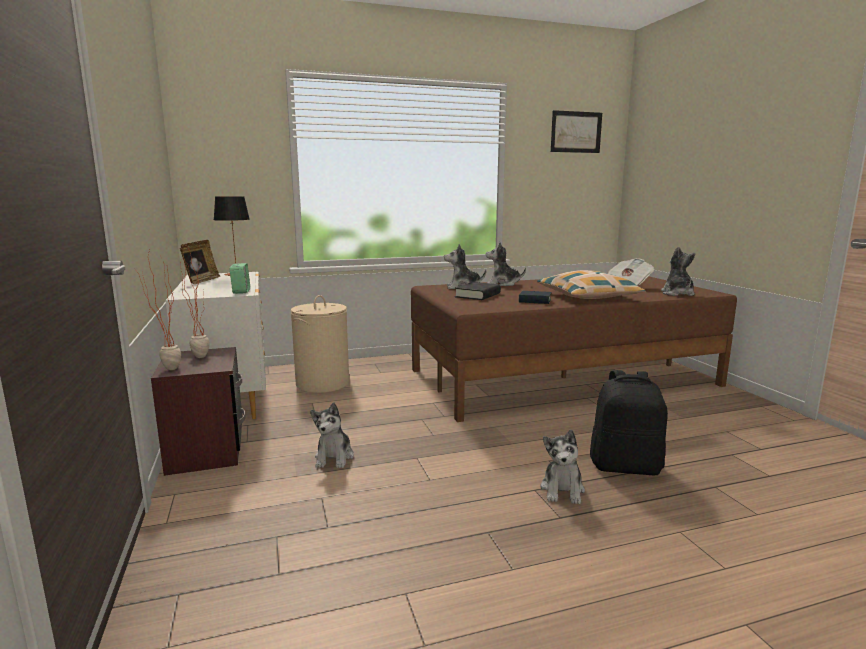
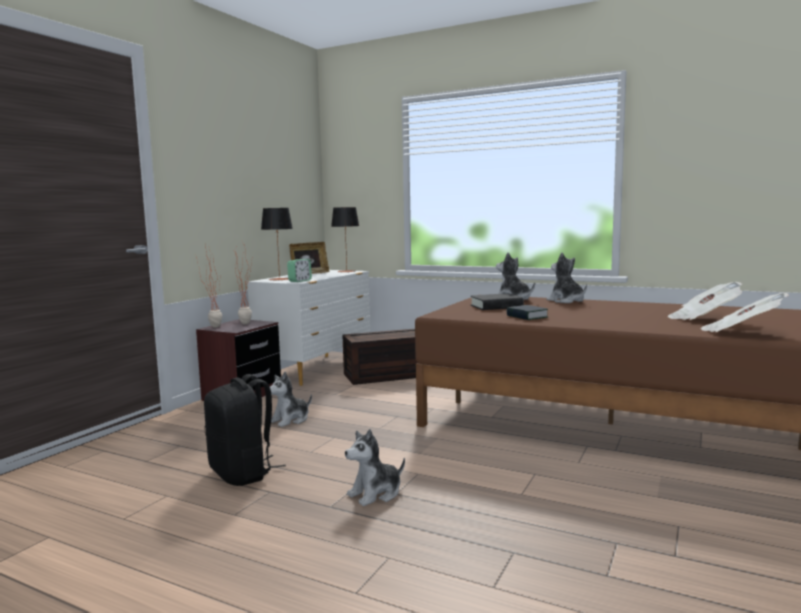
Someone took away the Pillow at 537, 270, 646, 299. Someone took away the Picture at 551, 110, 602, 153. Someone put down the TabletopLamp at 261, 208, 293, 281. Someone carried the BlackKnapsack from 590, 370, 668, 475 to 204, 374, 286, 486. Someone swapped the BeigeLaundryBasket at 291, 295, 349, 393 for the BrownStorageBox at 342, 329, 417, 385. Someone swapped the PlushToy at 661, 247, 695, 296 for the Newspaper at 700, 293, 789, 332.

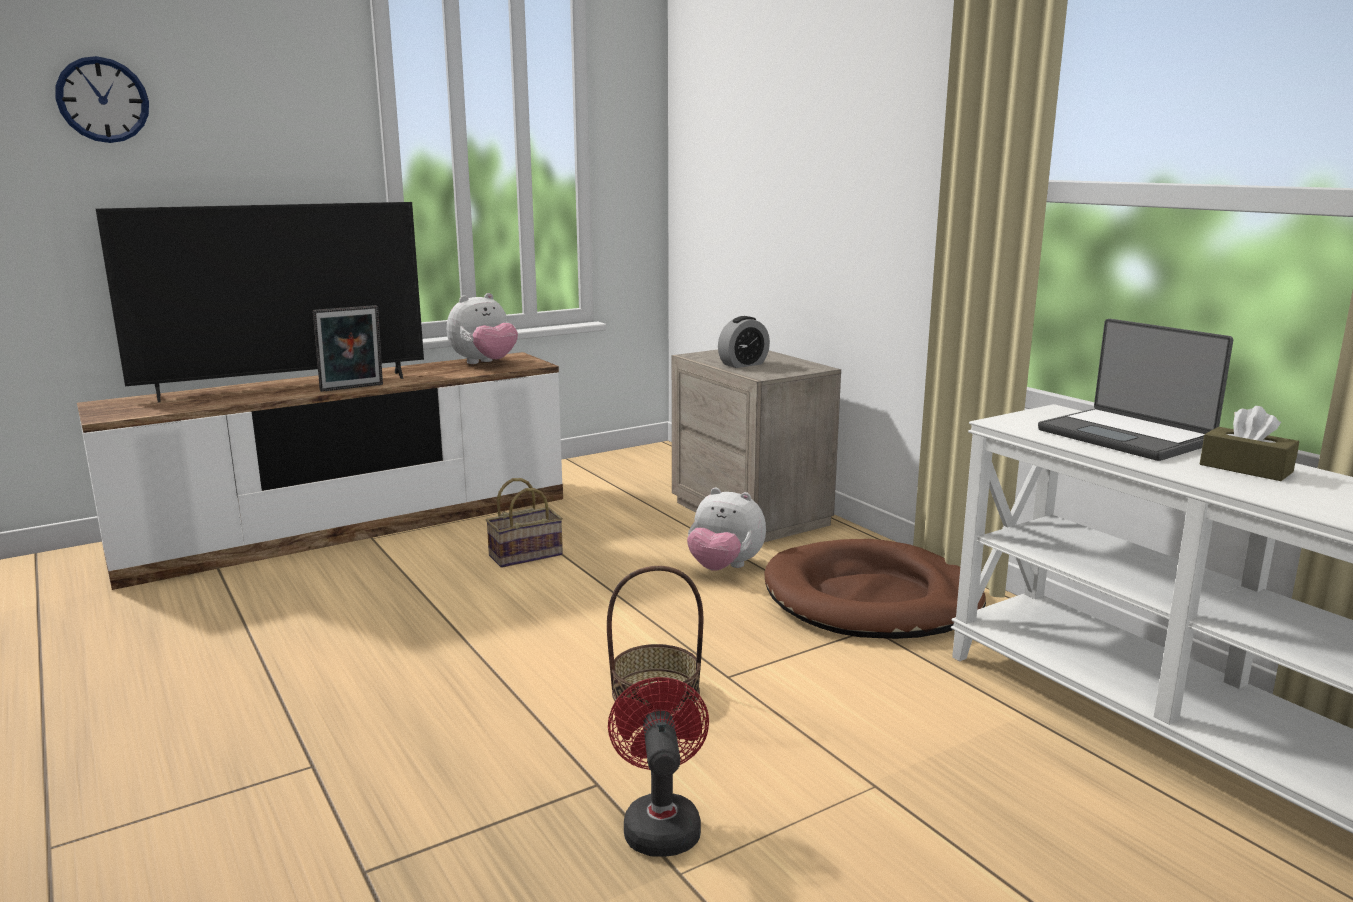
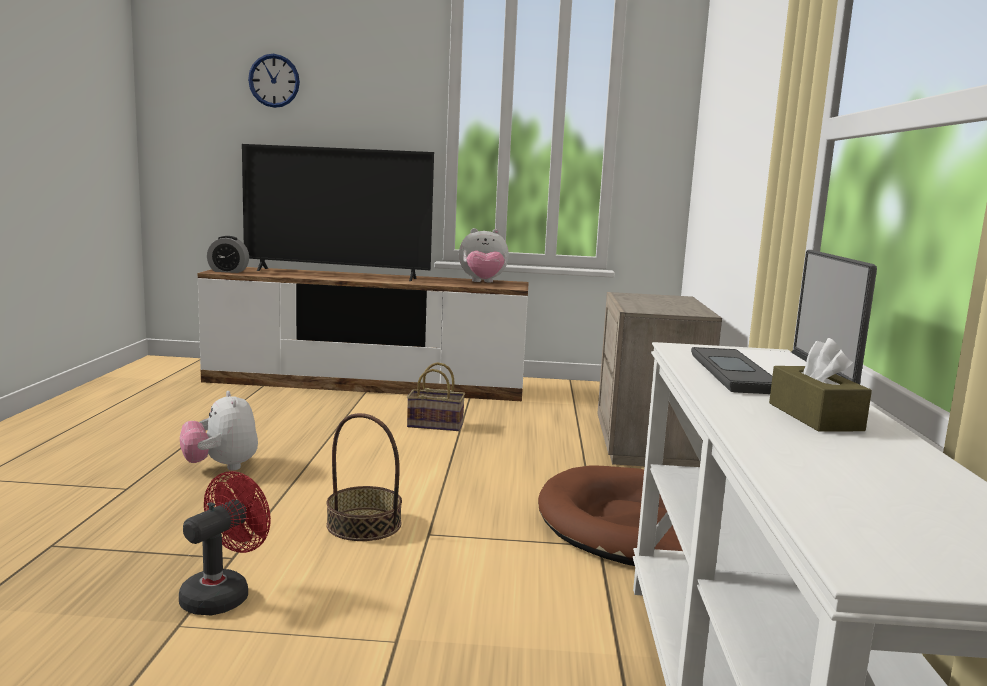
Someone took away the StandingFrame at 313, 305, 383, 392. Someone carried the PlushToy from 687, 487, 766, 571 to 180, 391, 258, 470. Someone carried the BedsideClock from 718, 316, 770, 368 to 207, 236, 249, 273.

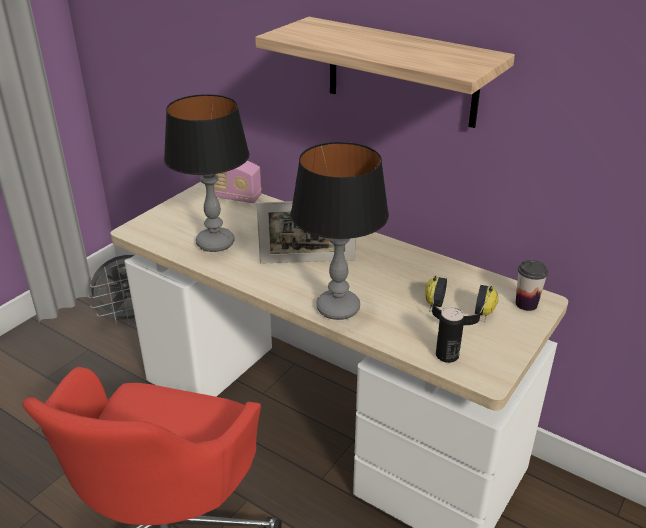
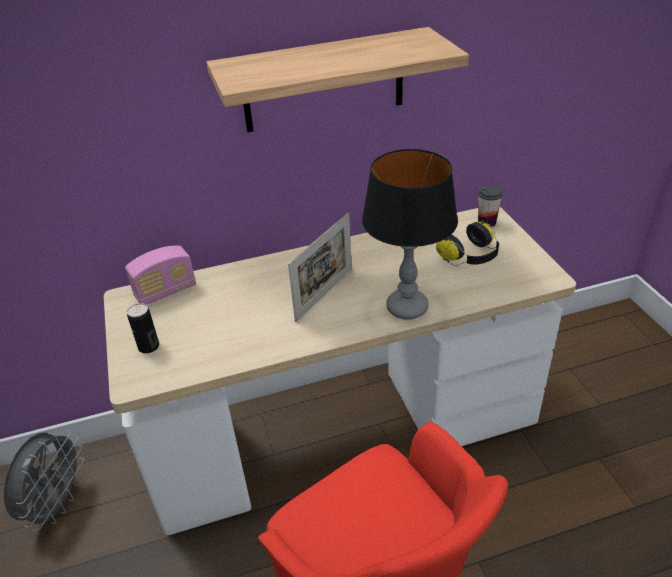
Someone took away the TabletopLamp at 164, 94, 250, 252. Someone carried the MetalCan from 436, 307, 464, 363 to 127, 303, 159, 353.

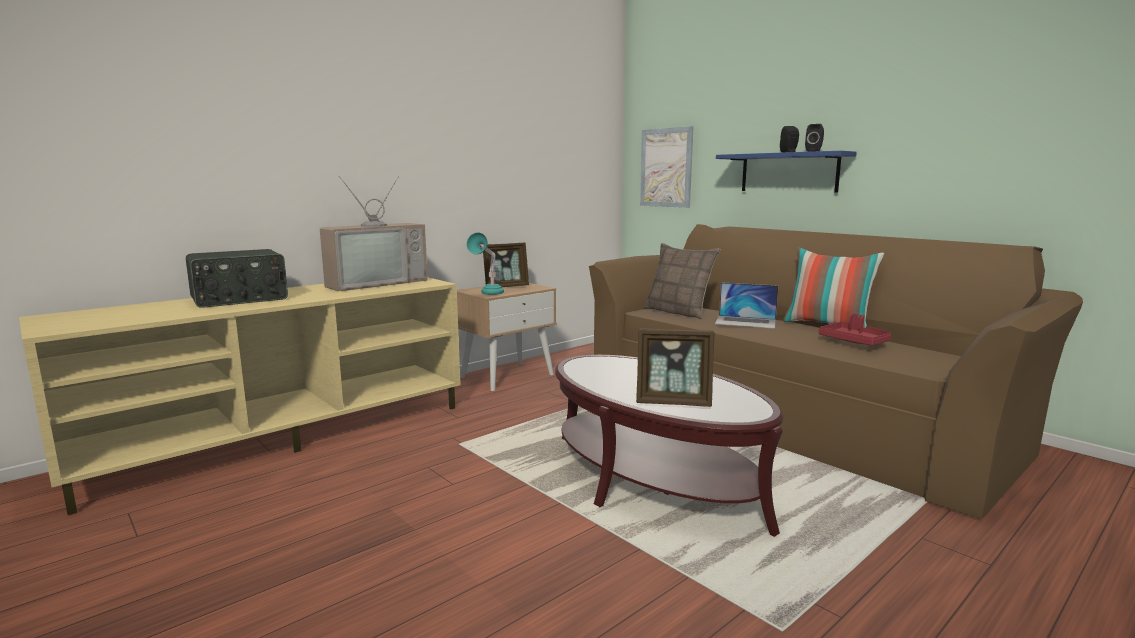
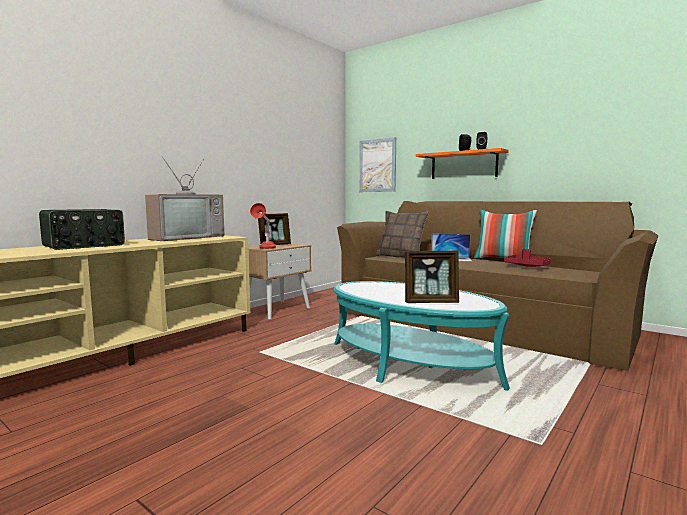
Someone repainted the BlueGreenTabletopLamp at 467, 233, 504, 295, which became the RedColouredTabletopLamp at 250, 203, 276, 249. Someone repainted the BrownCoffeeTable at 555, 355, 784, 537, which became the BlueGreenCoffeeTable at 334, 281, 510, 391. Someone repainted the BluishShelf at 716, 151, 857, 193, which became the OrangeColouredShelf at 415, 148, 509, 179.

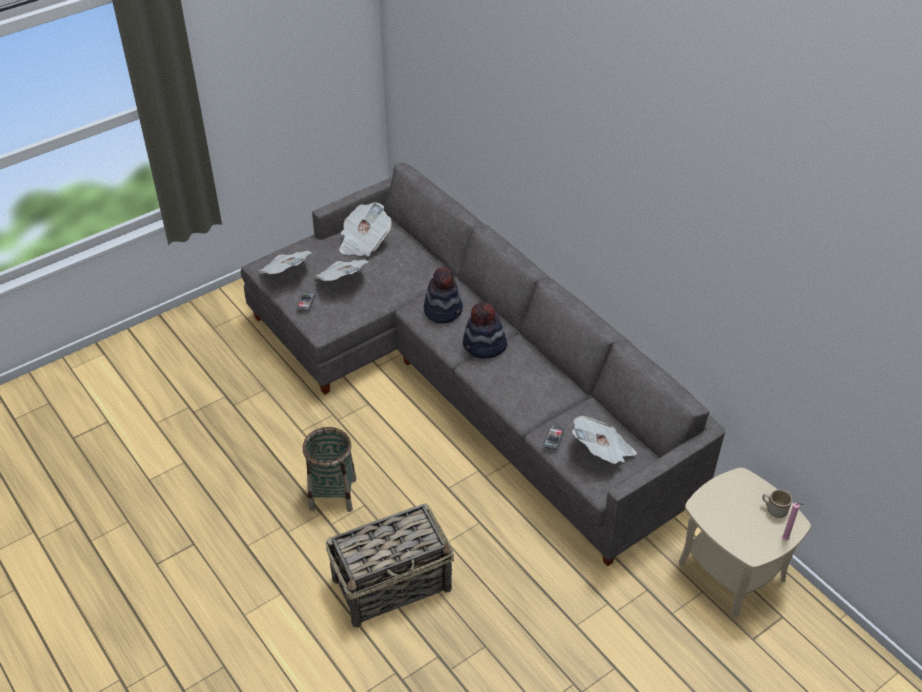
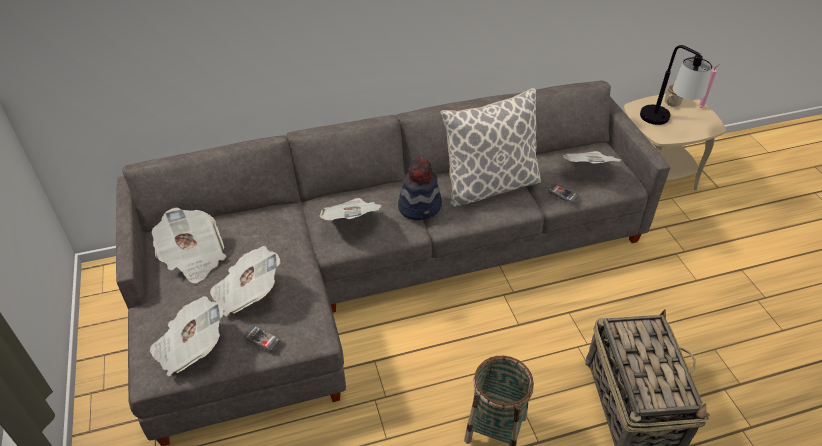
Someone put down the Pillow at 441, 88, 541, 207. Someone put down the TabletopLamp at 640, 45, 713, 125. Someone swapped the ClothingHat at 424, 267, 463, 323 for the Newspaper at 319, 198, 382, 220.

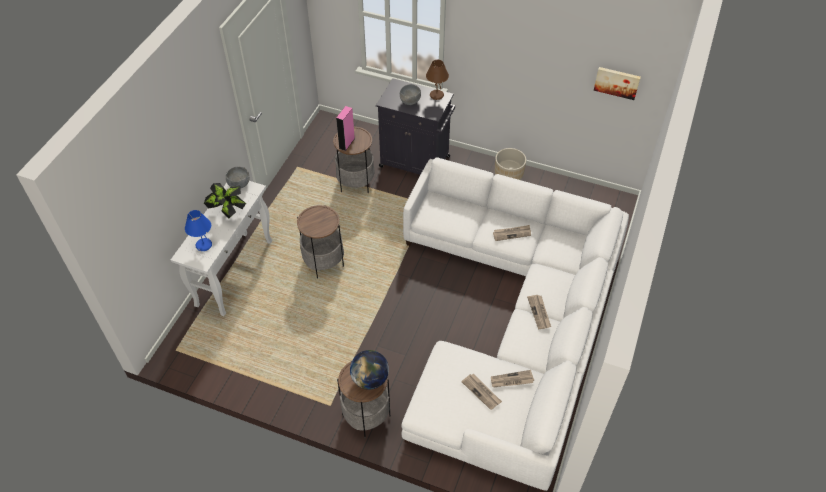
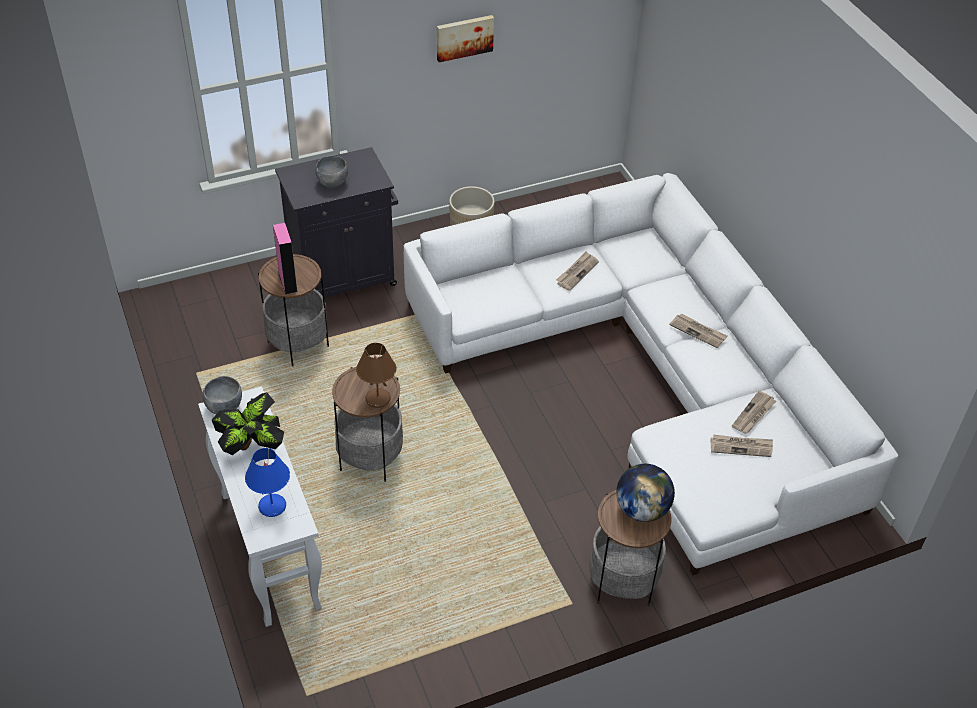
Someone carried the BrownTabletopLamp from 426, 60, 449, 100 to 356, 343, 396, 408. Someone carried the Picture from 594, 67, 641, 100 to 437, 15, 494, 62.

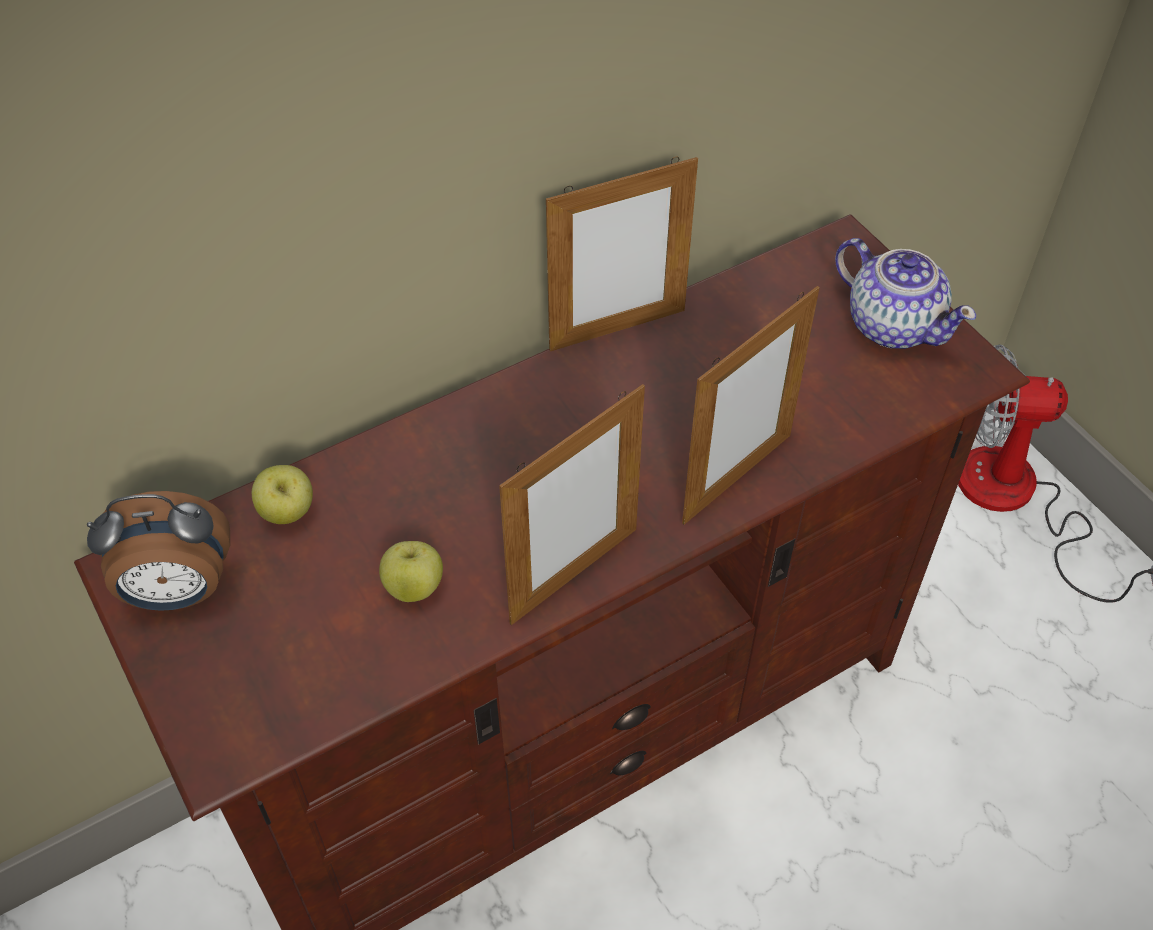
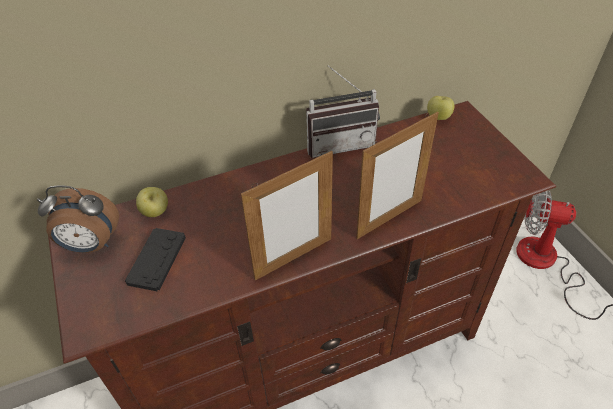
Someone took away the PotForTea at 835, 238, 976, 349. Someone put down the BlackGamepad at 125, 228, 186, 291. Someone carried the Apple from 379, 541, 443, 602 to 427, 96, 454, 120. Someone swapped the StandingFrame at 546, 157, 698, 351 for the RadioSet at 306, 66, 380, 158.

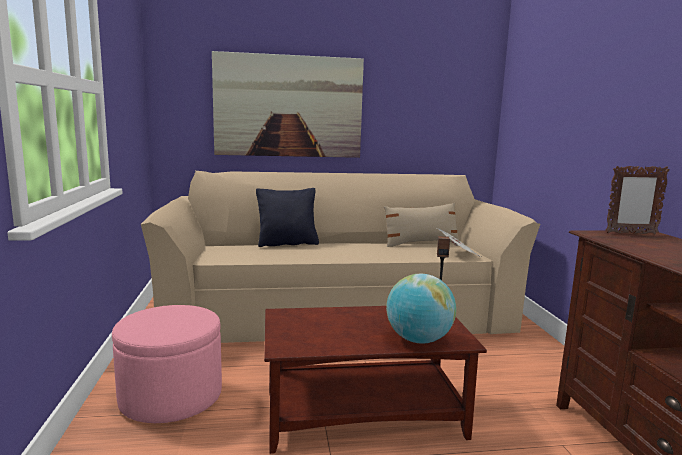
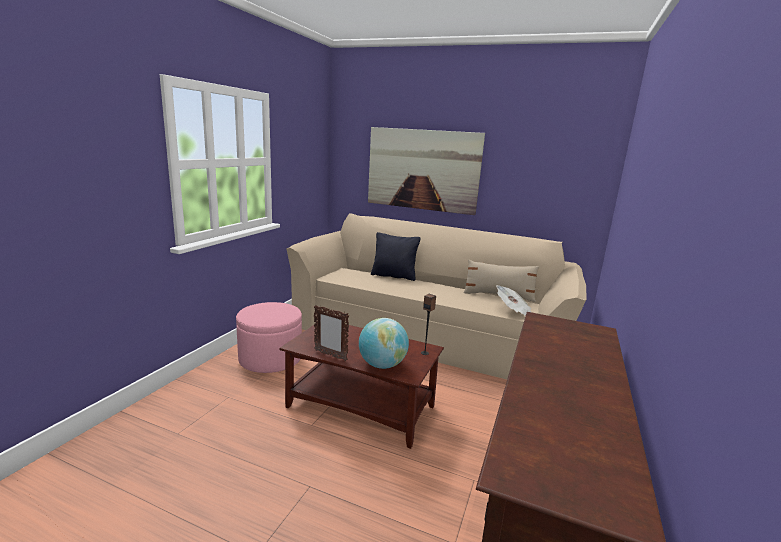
Someone carried the StandingFrame from 606, 166, 670, 234 to 314, 305, 349, 361.

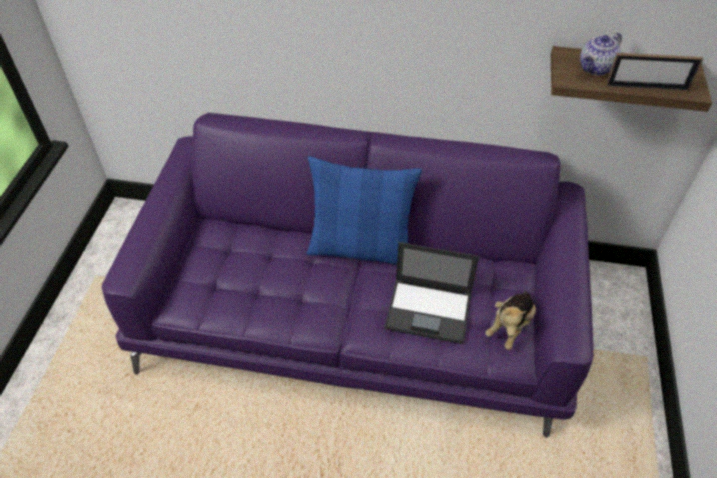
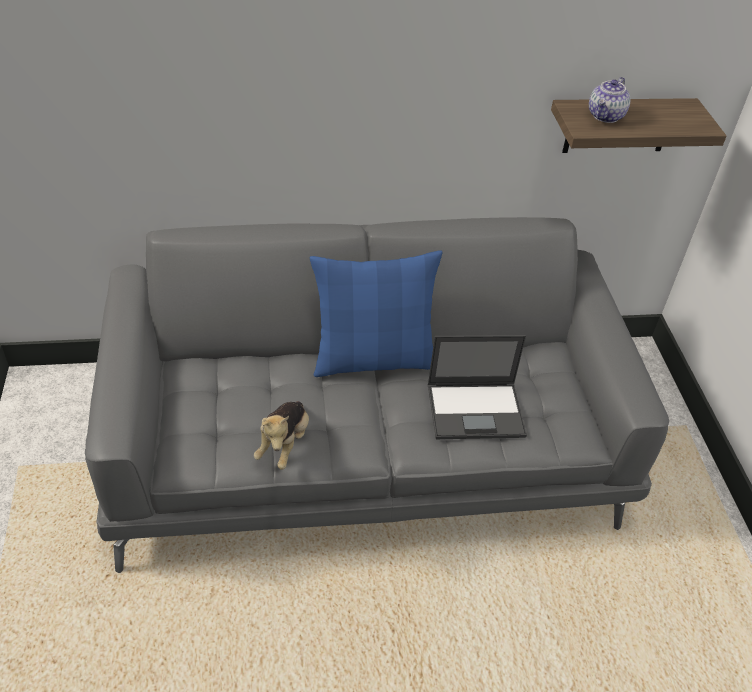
Someone took away the StandingFrame at 606, 53, 703, 91. Someone carried the PlushToy from 485, 291, 536, 350 to 254, 401, 309, 469. Someone repainted the PurpleColouredSofa at 102, 113, 594, 438, which became the GreyishSofa at 85, 217, 669, 573.

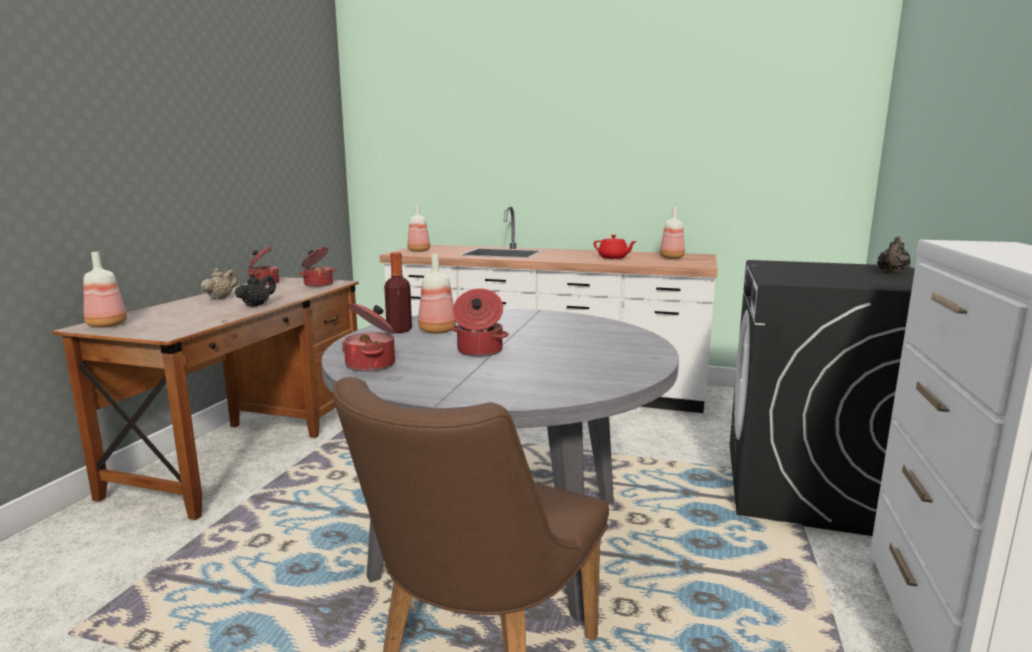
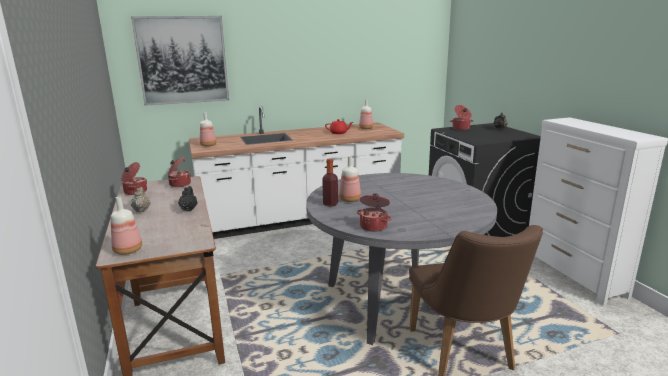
Someone put up the Picture at 131, 16, 229, 106. Someone carried the Saucepot from 451, 289, 509, 357 to 450, 105, 474, 130.

